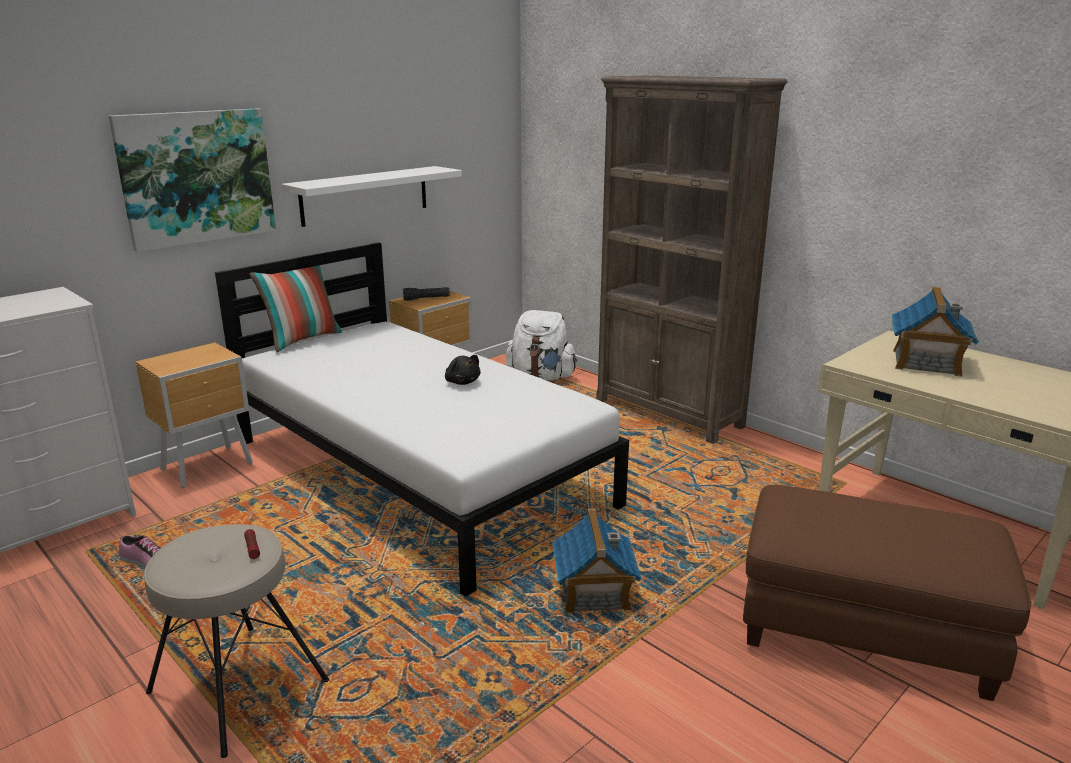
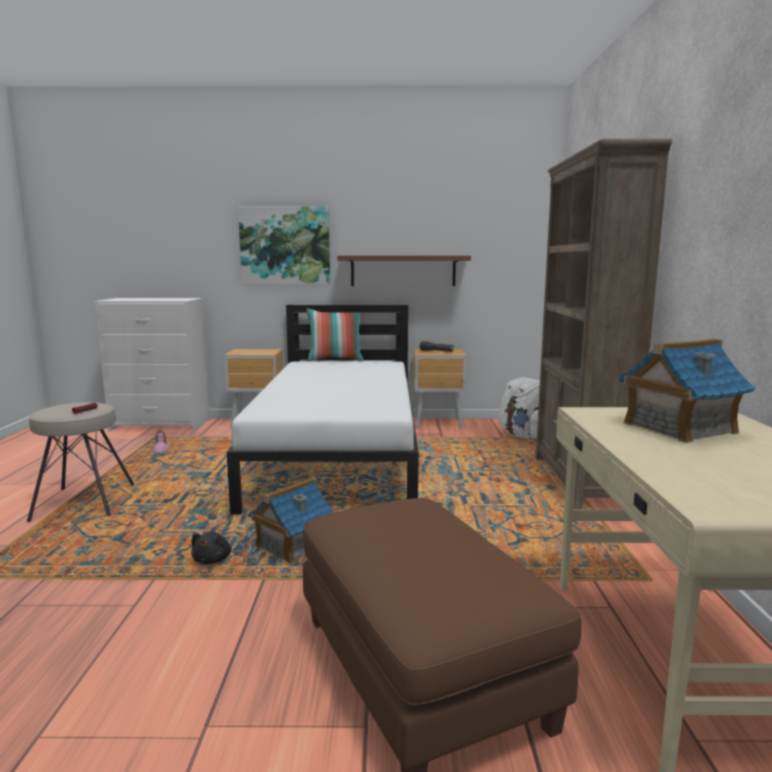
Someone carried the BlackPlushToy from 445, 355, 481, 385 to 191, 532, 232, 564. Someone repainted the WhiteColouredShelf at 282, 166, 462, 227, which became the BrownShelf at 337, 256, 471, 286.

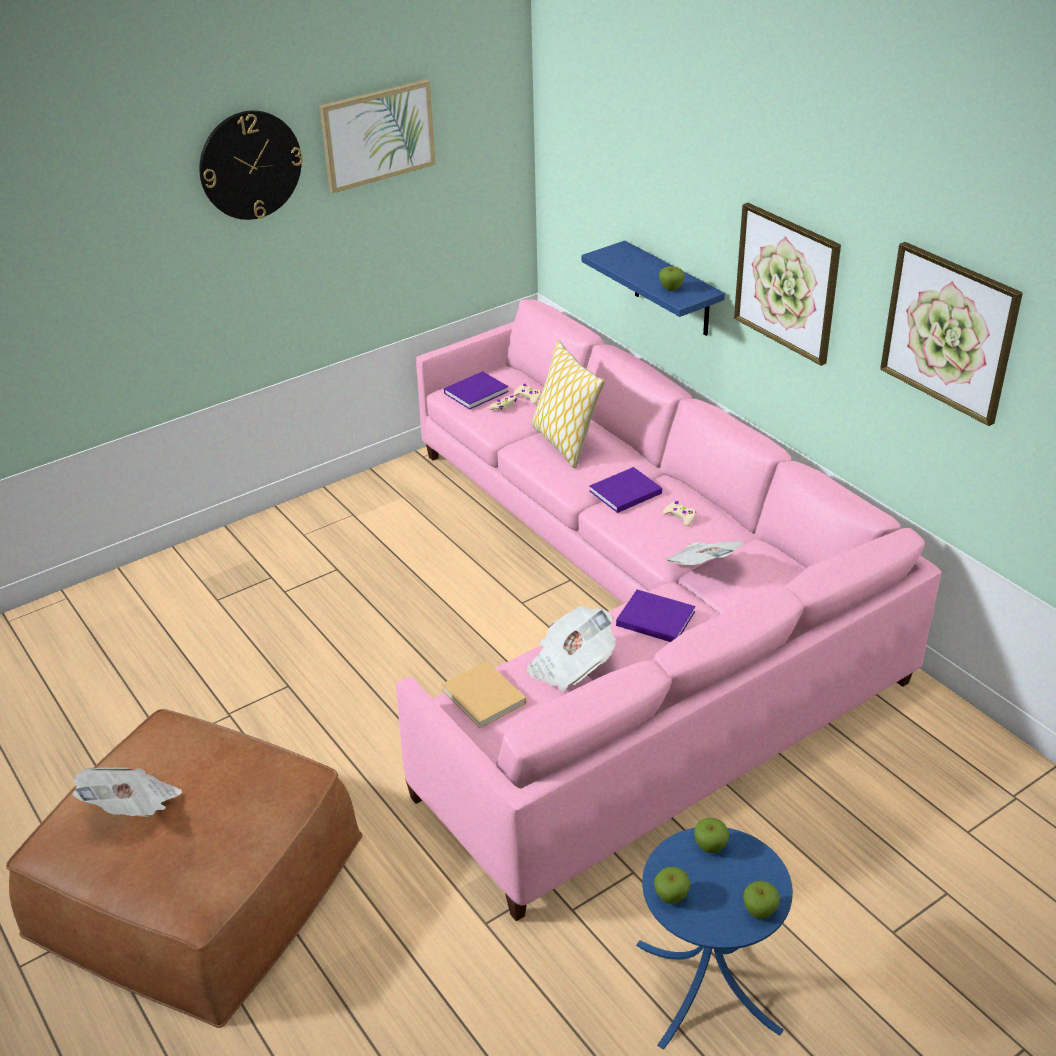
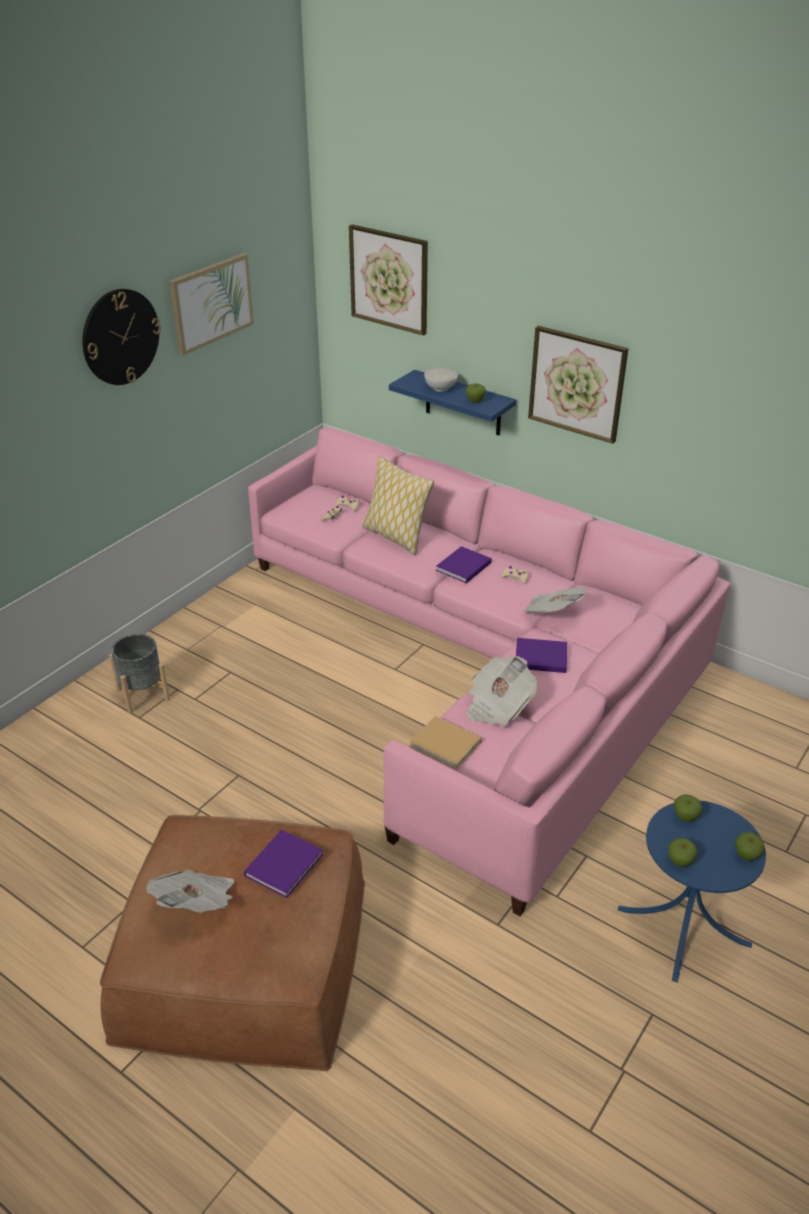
Someone put down the GreyishPlantPot at 109, 634, 170, 714. Someone put down the WhiteColouredBowl at 424, 368, 458, 392. Someone carried the PurpleColouredBoundBook from 444, 371, 509, 409 to 244, 829, 323, 898. Someone carried the Picture from 880, 242, 1023, 426 to 349, 224, 428, 336.

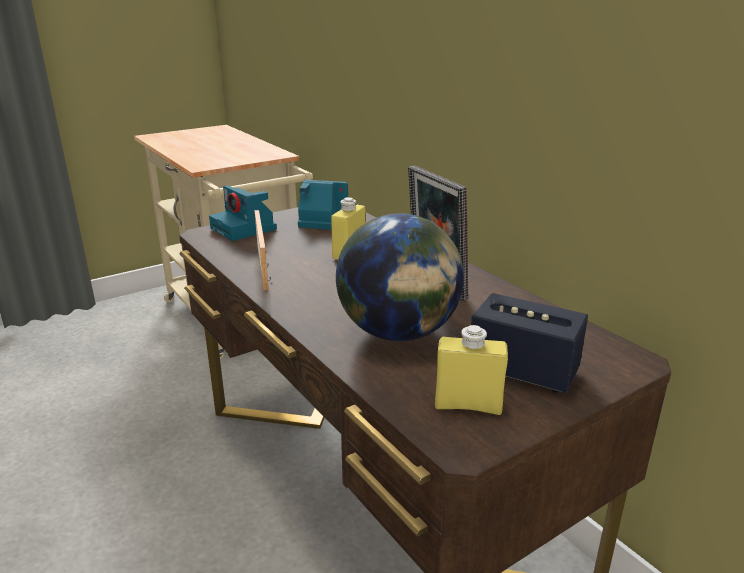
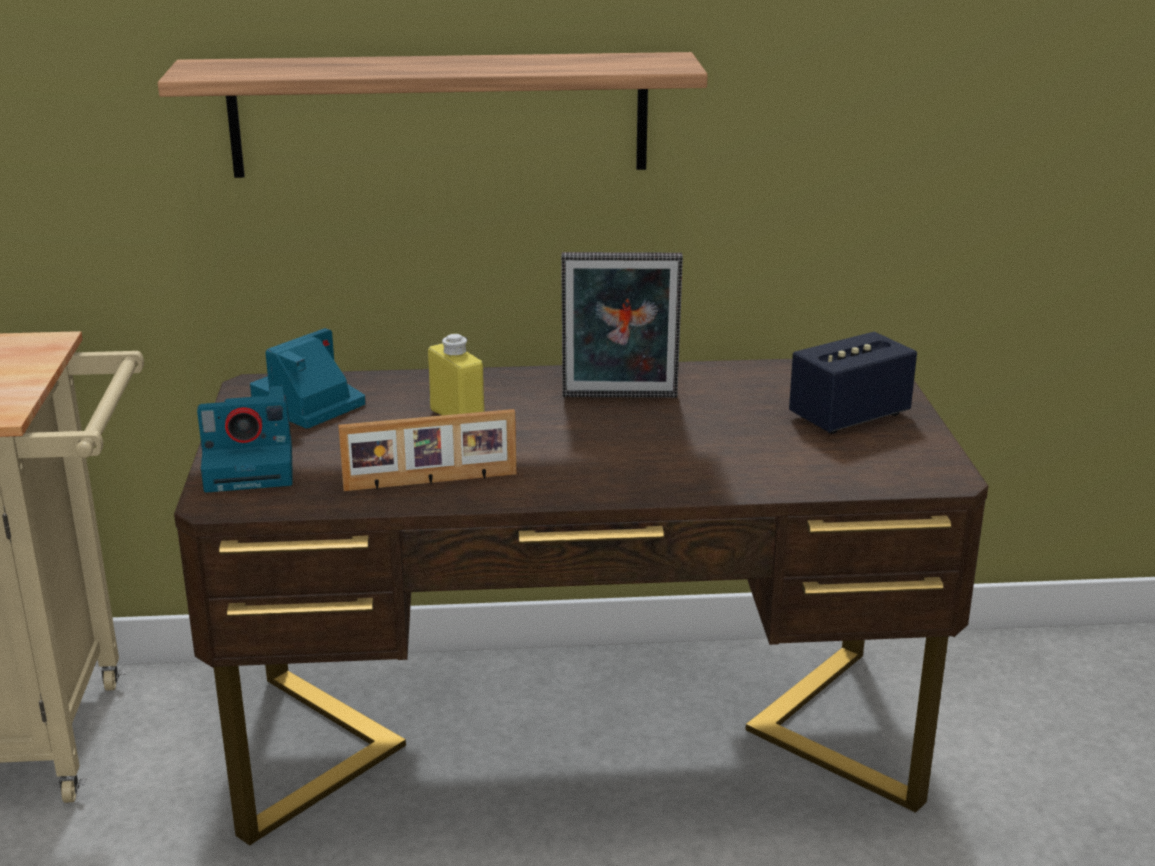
Someone took away the DeskGlobe at 336, 213, 464, 341. Someone took away the YellowColouredBeverageBottle at 435, 325, 508, 415. Someone put up the Shelf at 158, 52, 708, 178. Someone rotated the StandingFrame at 255, 210, 271, 290 by 150 degrees clockwise.

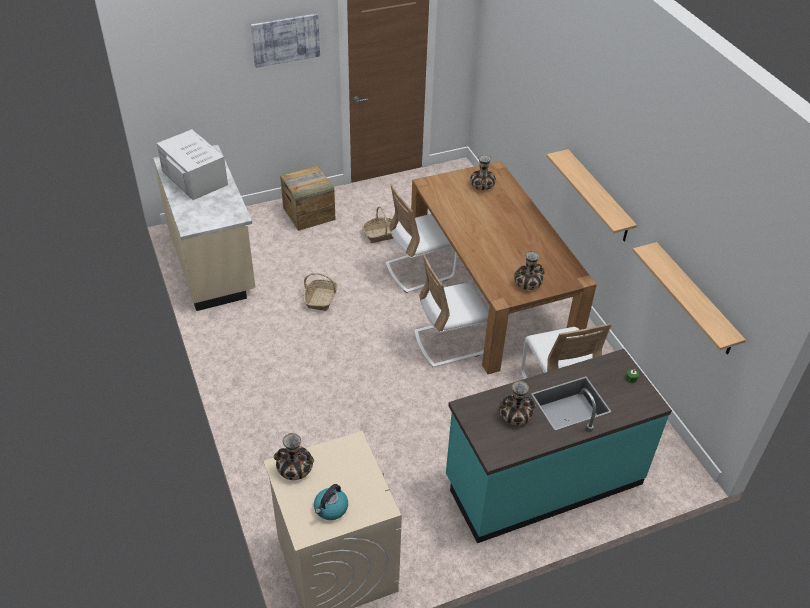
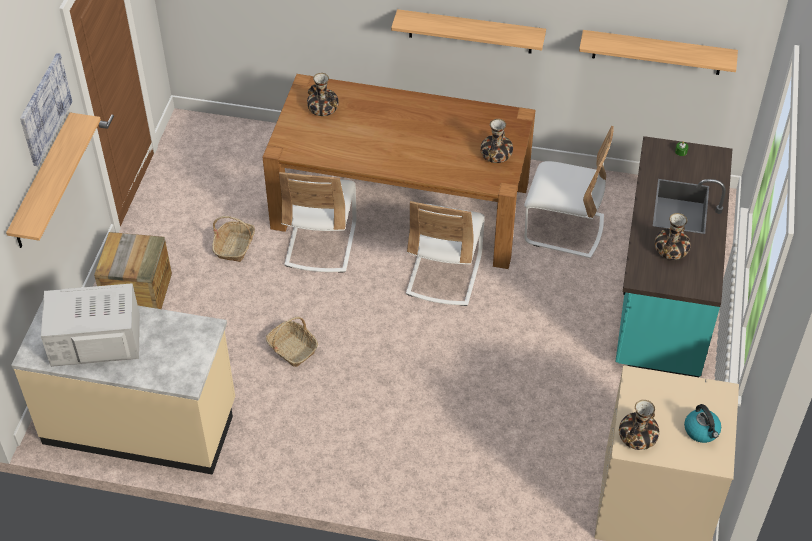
Someone put up the Shelf at 6, 113, 101, 248.

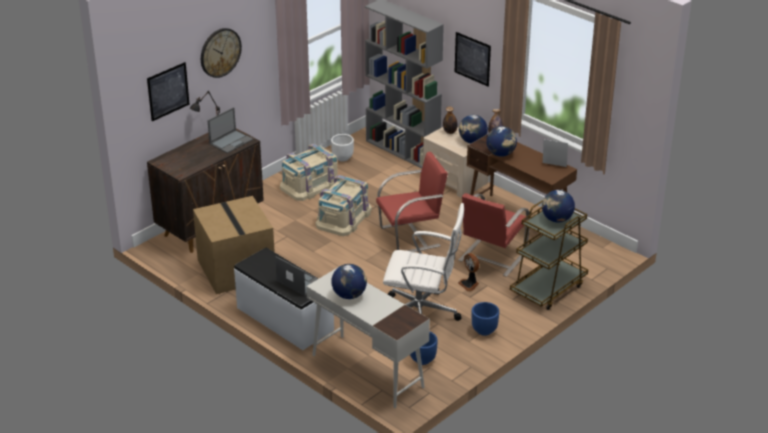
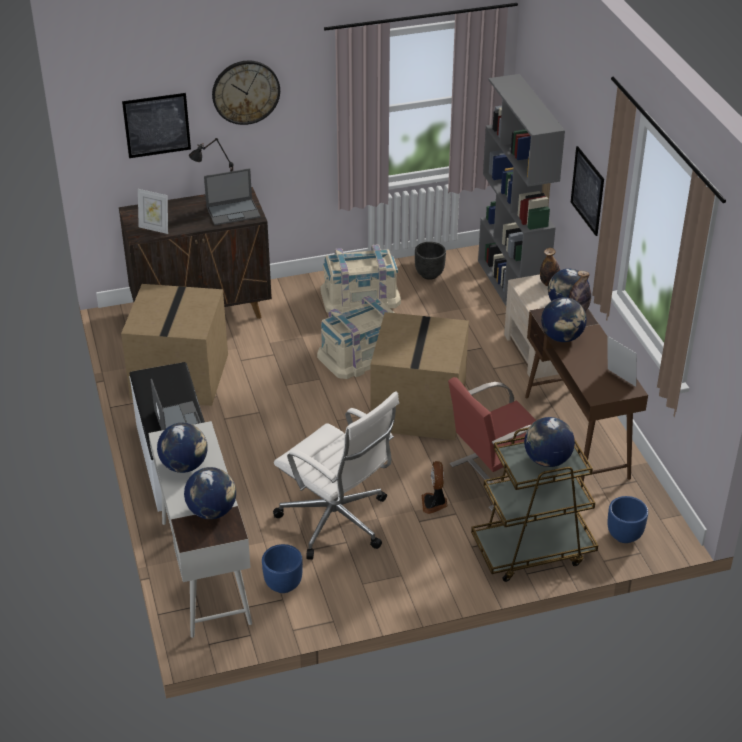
Someone put down the StandingFrame at 138, 189, 168, 234. Someone put down the DeskGlobe at 184, 467, 236, 519. Someone carried the BluishPlantPot from 472, 302, 499, 336 to 608, 496, 648, 543. Someone swapped the RedColouredPlainChair at 376, 152, 448, 252 for the PackingBox at 371, 312, 469, 440. Someone repainted the WhiteColouredPlantPot at 331, 134, 354, 162, which became the BlackPlantPot at 415, 242, 446, 280.

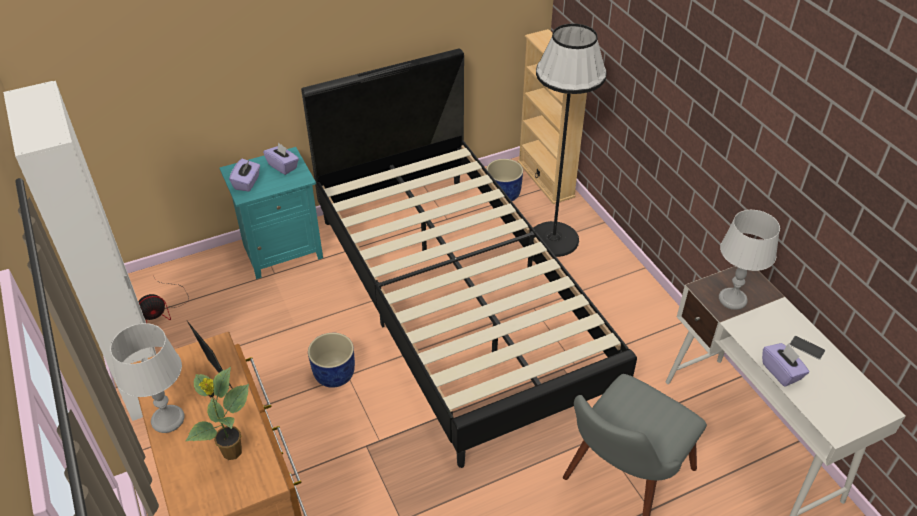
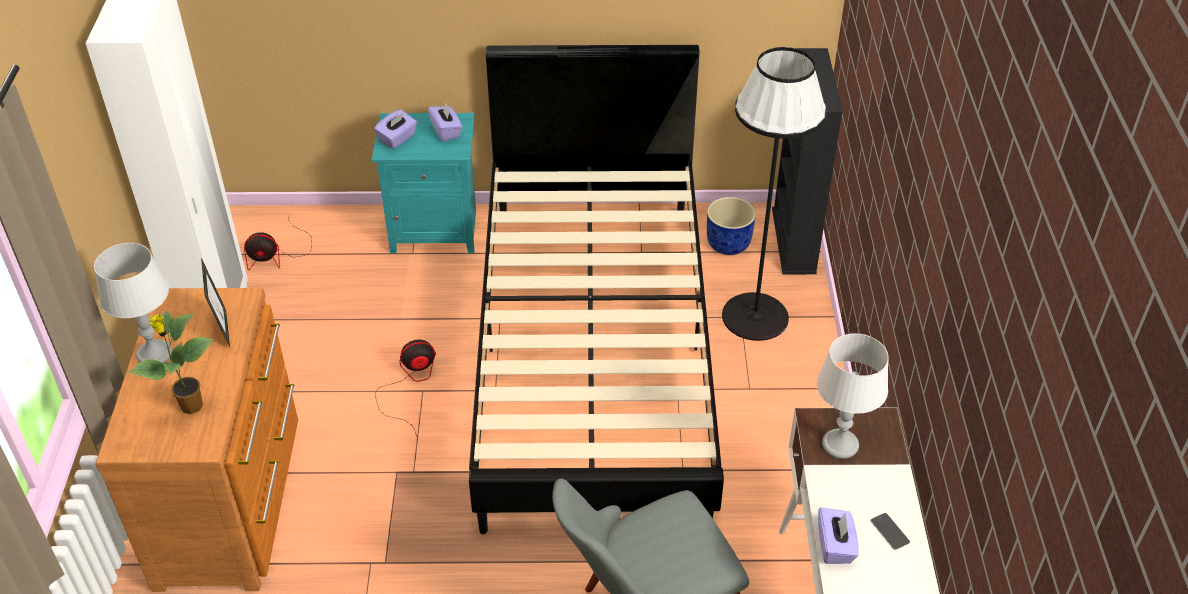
Someone swapped the BluishPlantPot at 308, 333, 355, 388 for the ElectricFan at 375, 340, 436, 436. Someone repainted the BeigeShelvingUnit at 517, 29, 587, 204, which became the BlackShelvingUnit at 772, 48, 843, 274.

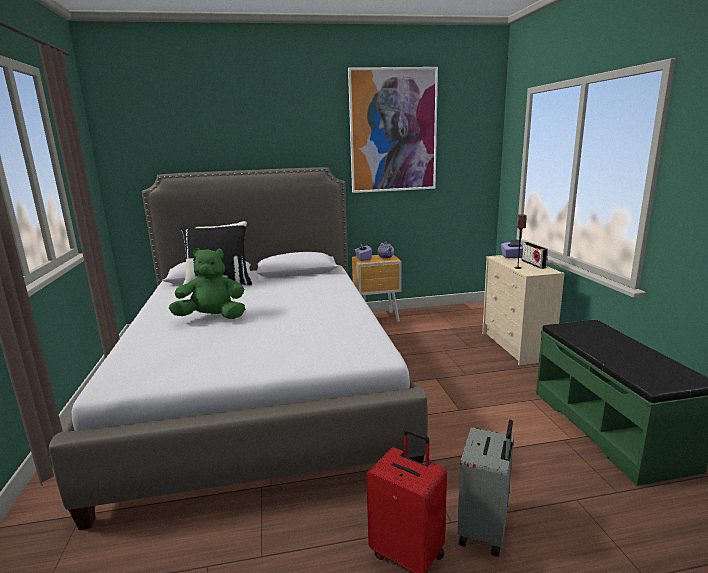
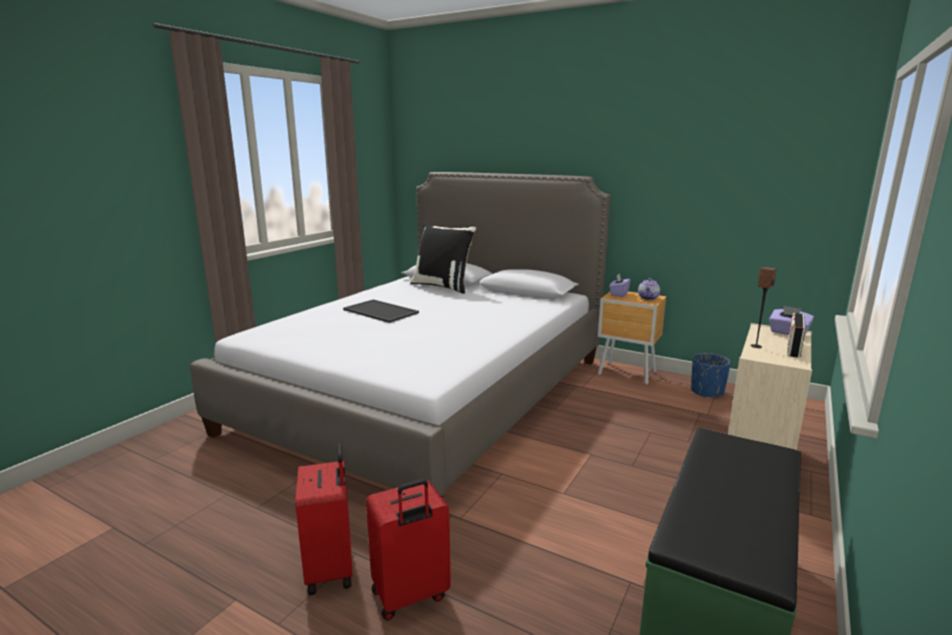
Someone took away the Picture at 348, 67, 438, 193. Someone put down the BluishPlantPot at 691, 353, 731, 398. Someone swapped the GreenishPlushToy at 169, 248, 245, 319 for the Tray at 343, 299, 419, 323. Someone repainted the GreyishTravelCase at 457, 420, 514, 557, which became the RedColouredTravelCase at 366, 479, 451, 620.

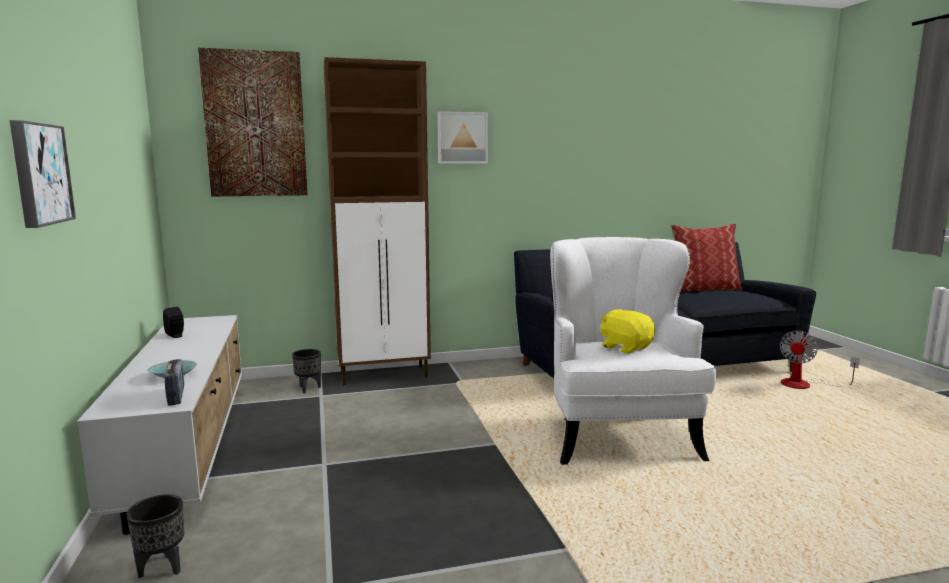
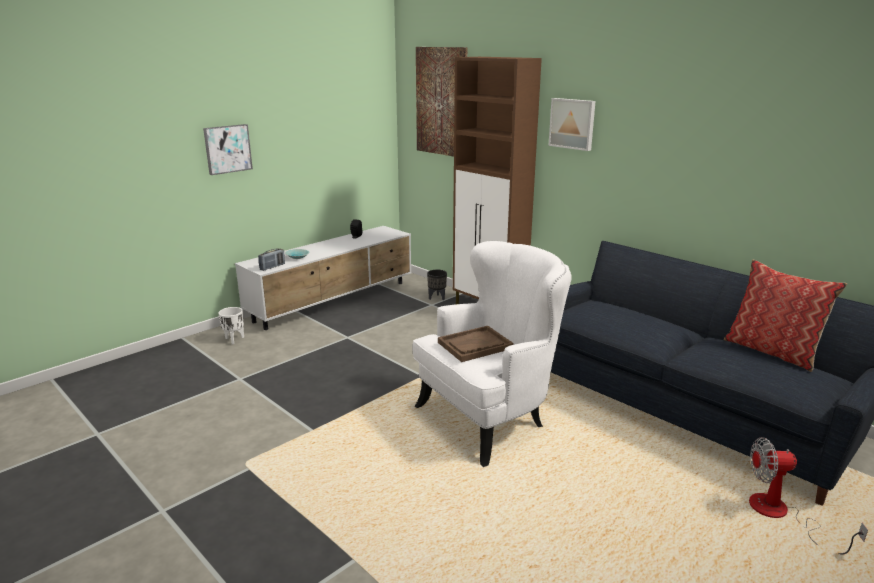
Someone swapped the YellowColouredPlushToy at 601, 309, 655, 354 for the BrownTray at 438, 326, 514, 362. Someone repainted the BlackPlantPot at 127, 494, 184, 578, which became the WhiteColouredPlantPot at 218, 307, 244, 344.

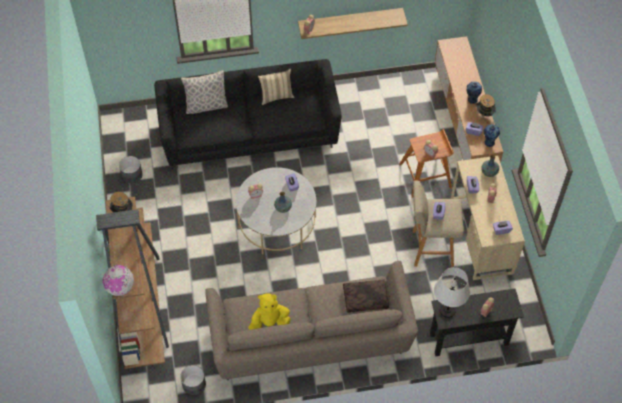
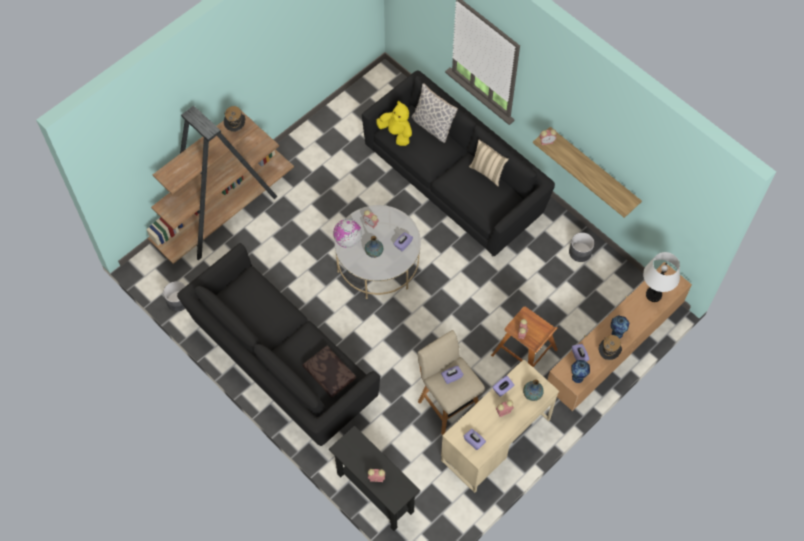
Someone carried the DeskGlobe from 103, 265, 134, 296 to 333, 219, 362, 248. Someone carried the GreyishPlantPot from 119, 156, 143, 184 to 569, 232, 594, 262. Someone carried the YellowColouredPlushToy from 248, 293, 291, 330 to 376, 101, 412, 146. Someone carried the WhiteColouredTabletopLamp from 434, 267, 470, 318 to 643, 252, 680, 302. Someone repainted the BeigeSofa at 205, 261, 418, 380, which became the BlackSofa at 177, 243, 380, 446.

